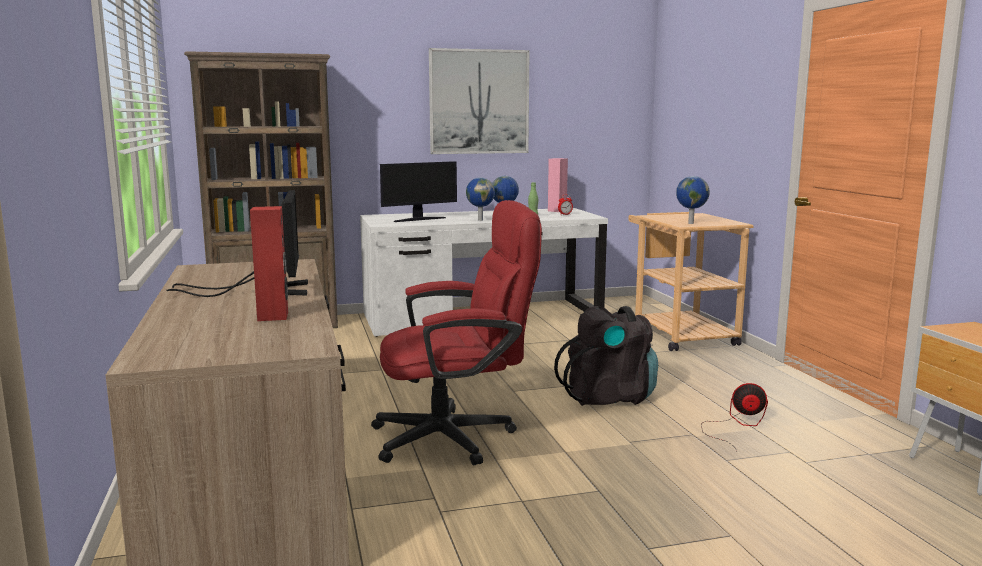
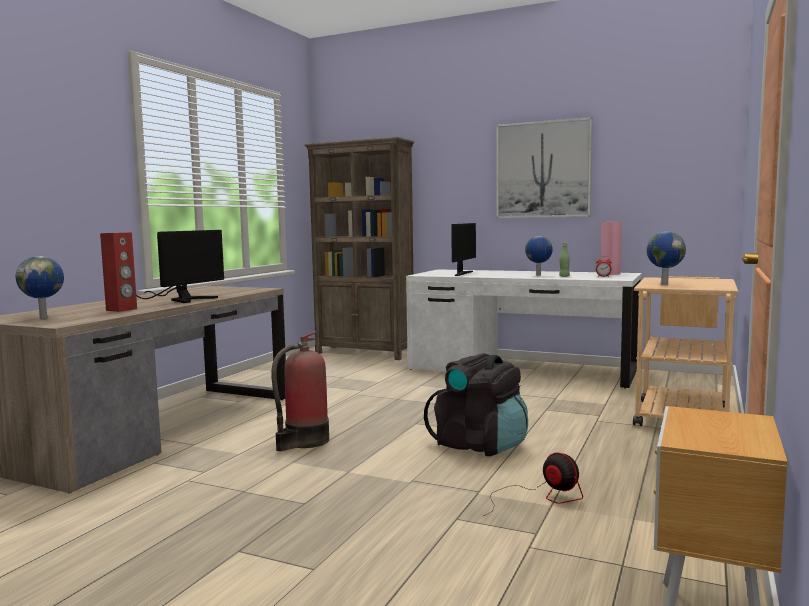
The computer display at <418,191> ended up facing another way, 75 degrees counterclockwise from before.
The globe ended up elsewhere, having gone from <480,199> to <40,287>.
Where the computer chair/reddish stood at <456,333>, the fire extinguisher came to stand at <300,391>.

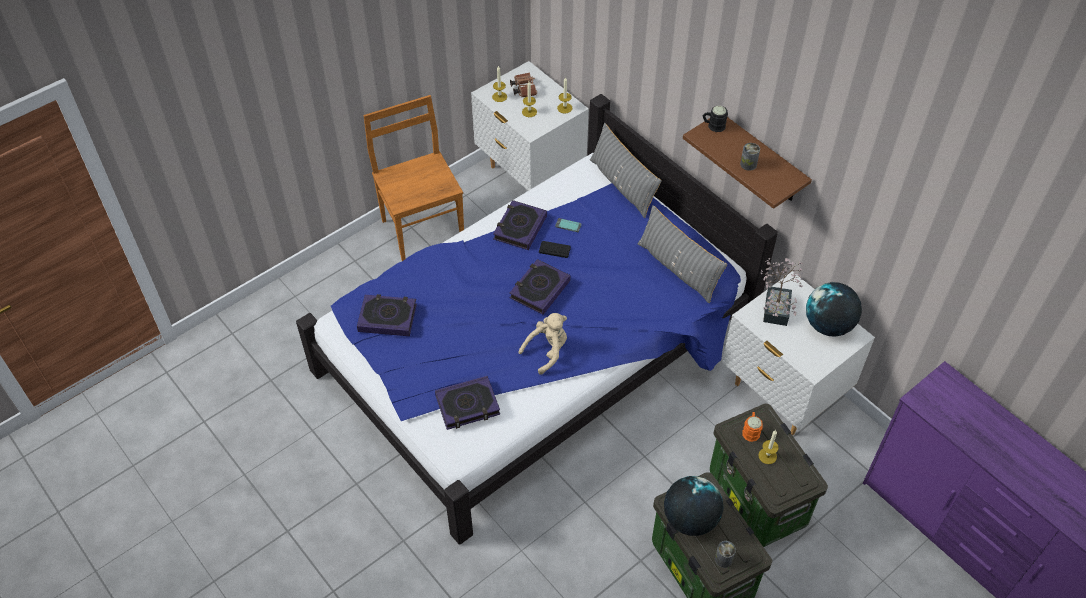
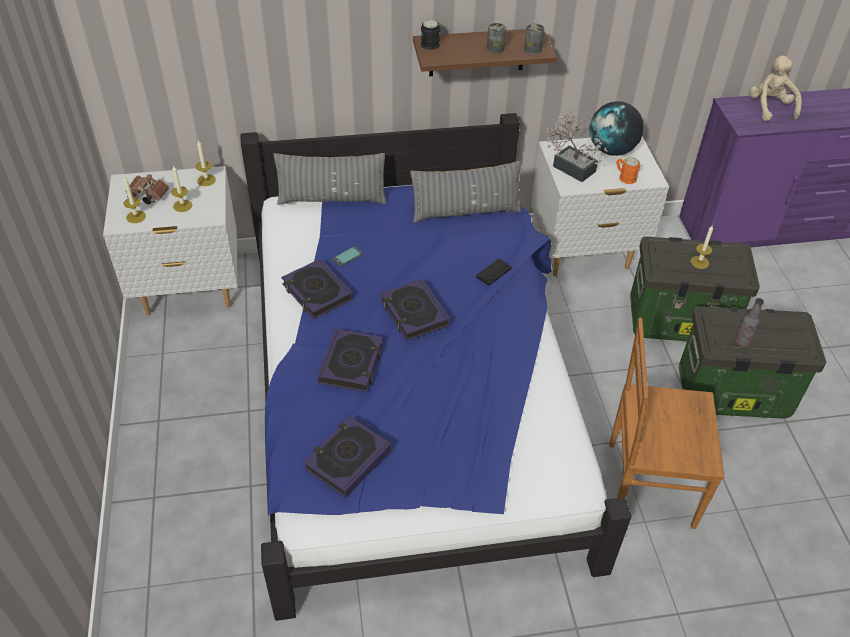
The chair/brownish ended up elsewhere, having gone from <413,178> to <667,423>.
The gamepad/black ended up elsewhere, having gone from <555,249> to <494,272>.
The soft toy/beige-coloured ended up elsewhere, having gone from <542,344> to <775,88>.
The bound book ended up elsewhere, having gone from <467,403> to <350,360>.
The coffee mug/orange-coloured ended up elsewhere, having gone from <752,427> to <628,170>.
Where the globe stood at <693,506>, the bottle came to stand at <749,323>.
The metal can ended up elsewhere, having gone from <725,554> to <534,39>.

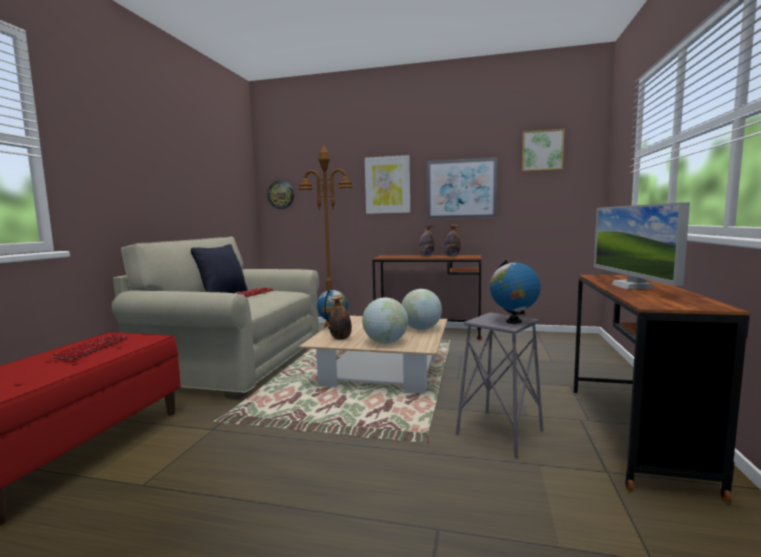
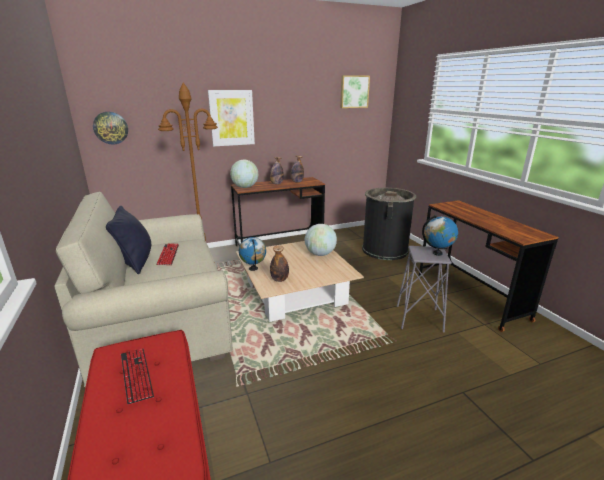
The second view lost the picture at <462,188>.
The second view lost the computer display at <642,245>.
The globe ended up elsewhere, having gone from <385,320> to <244,174>.
The second view gained the rubbish bin/black at <389,224>.

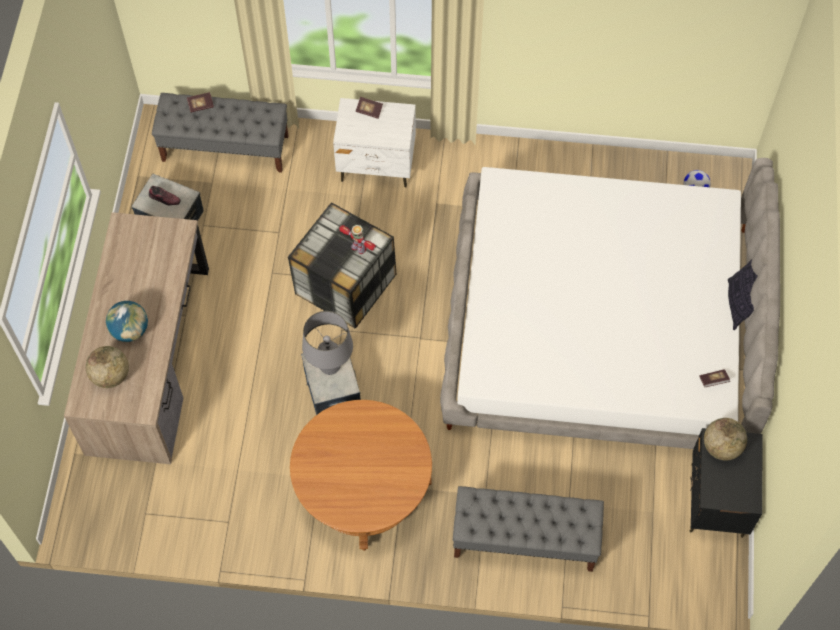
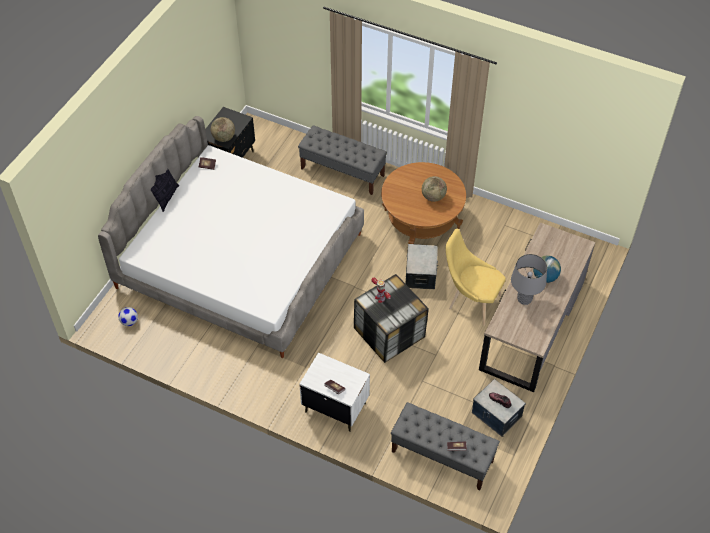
The tabletop lamp/gray ended up elsewhere, having gone from <327,343> to <529,279>.
The globe ended up elsewhere, having gone from <107,367> to <434,189>.
The second view gained the chair/yellow-coloured at <476,277>.

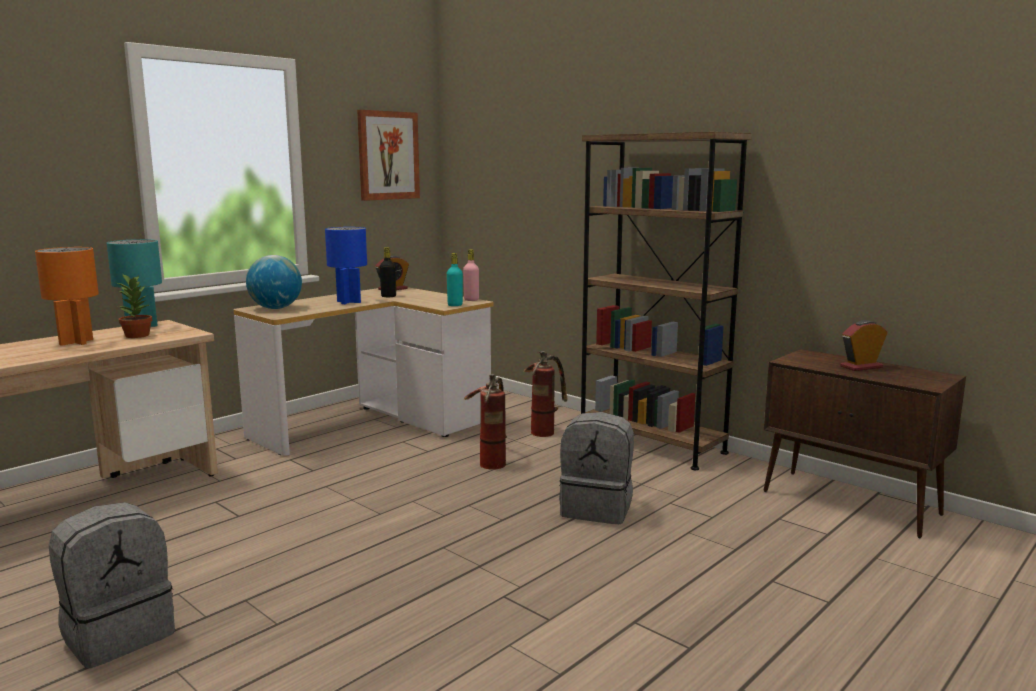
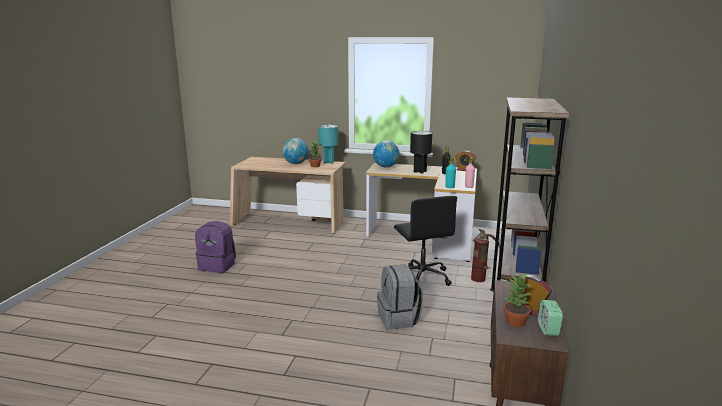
The second view lost the picture at <388,155>.
What was the tabletop lamp/blue-coloured at <346,265> turned into the tabletop lamp/black at <421,152>.
Where the tabletop lamp/orange-coloured stood at <67,296>, the globe came to stand at <296,151>.
Where the fire extinguisher stood at <485,422>, the computer chair/black came to stand at <425,241>.
What was the rucksack/gray at <112,585> turned into the rucksack/purplish at <215,247>.
The second view gained the houseplant at <517,300>.
The second view gained the alarm clock at <550,318>.

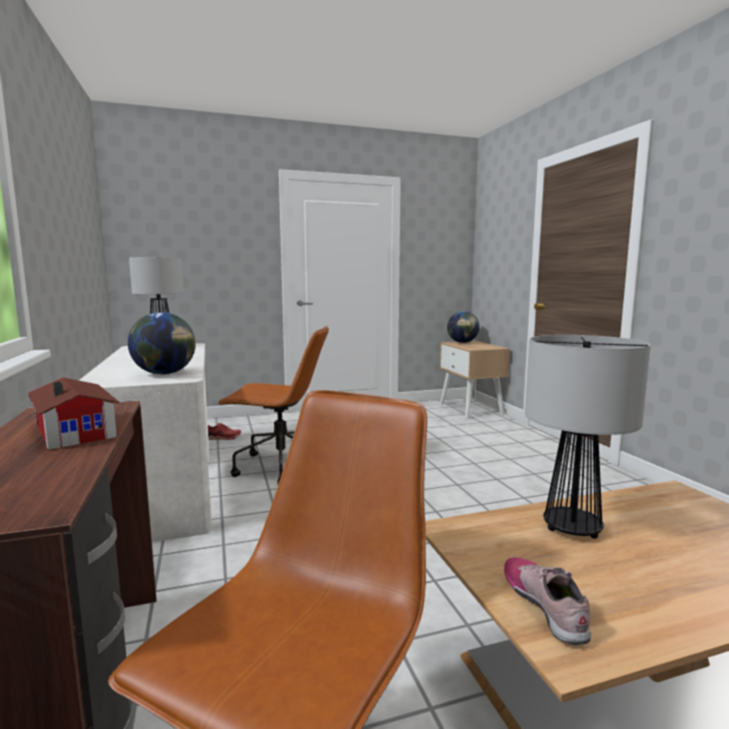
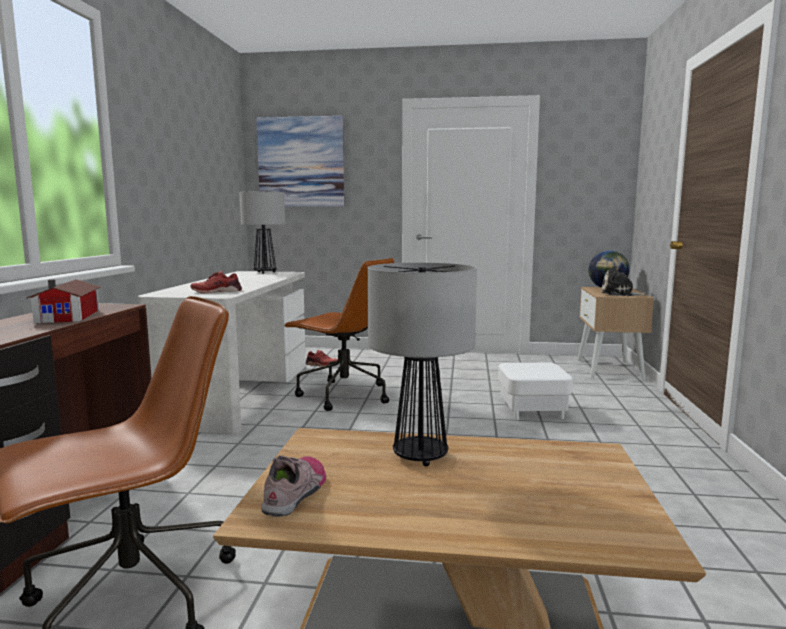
Where the globe stood at <162,343>, the shoe/reddish came to stand at <216,282>.
The second view gained the picture at <300,161>.
The second view gained the soft toy at <624,281>.
The second view gained the pouffe/white at <535,391>.

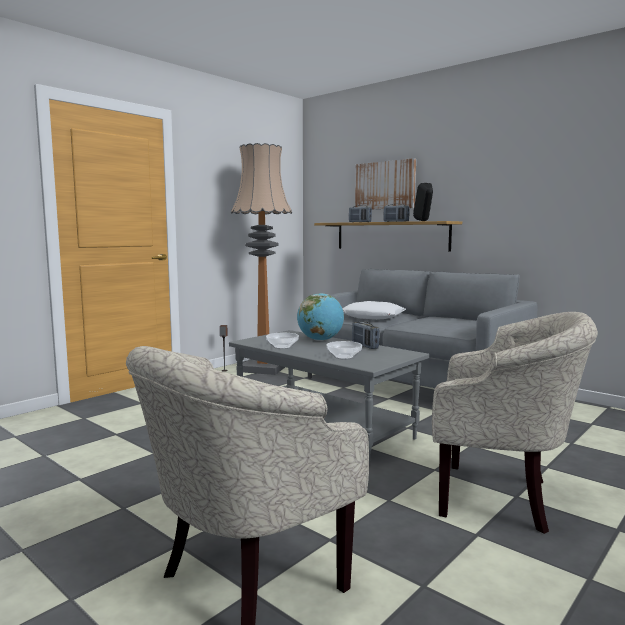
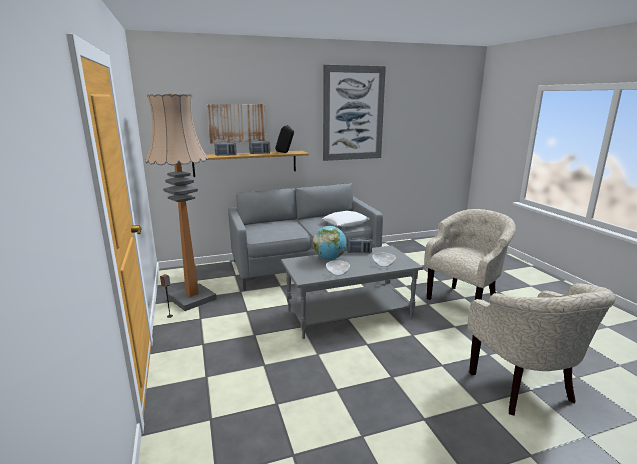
The throw pillow/white ended up elsewhere, having gone from <374,310> to <346,219>.
The second view gained the picture at <354,113>.

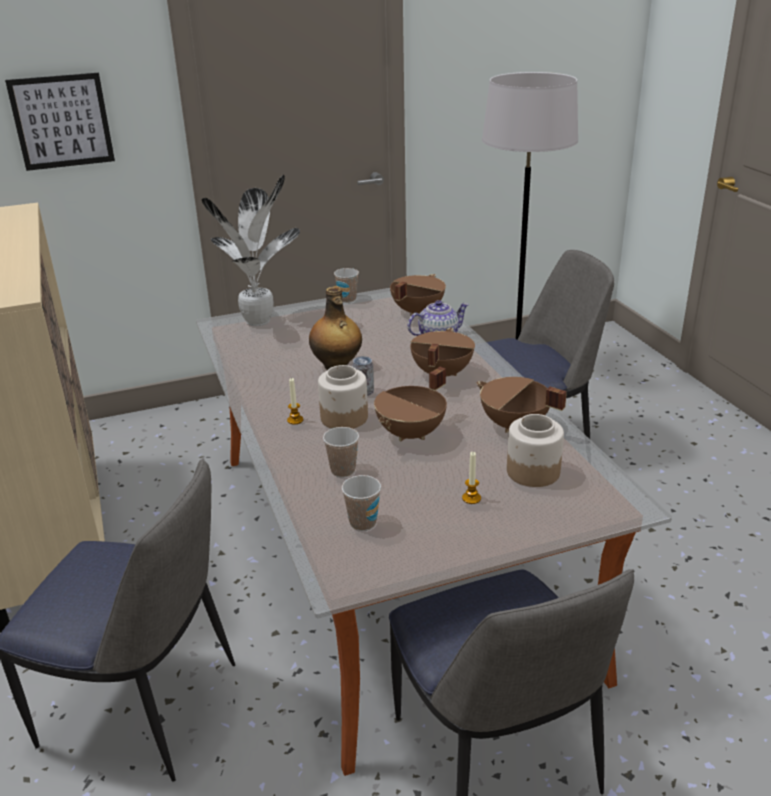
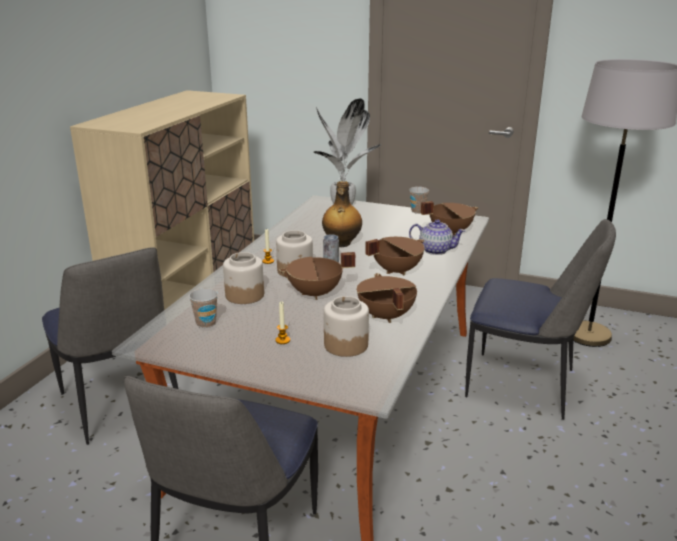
The second view lost the picture at <60,122>.
Where the small cup stood at <341,452>, the jar came to stand at <243,278>.

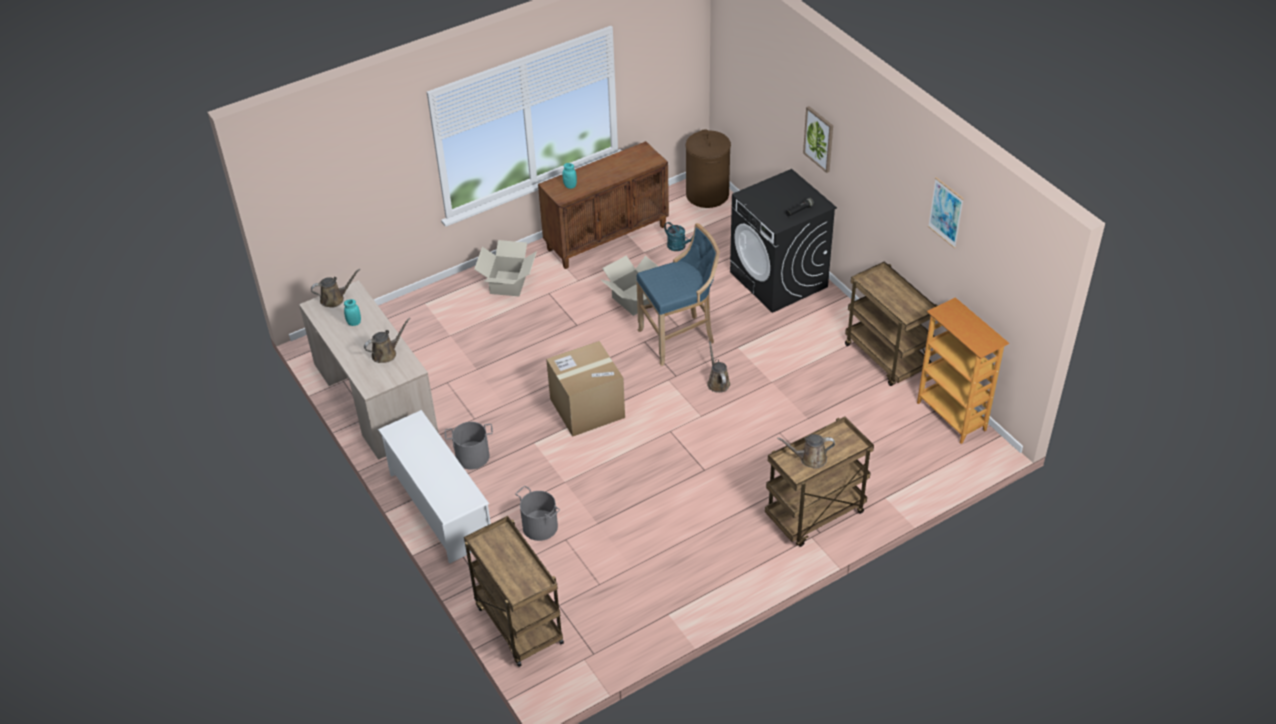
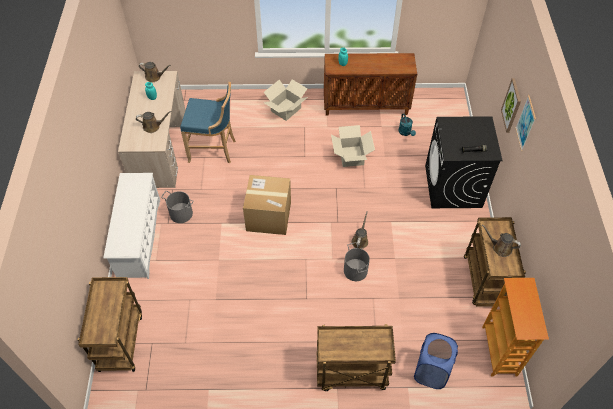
The second view lost the washing basket/brownish at <708,168>.
The picture ended up elsewhere, having gone from <946,212> to <525,123>.
The stool seat/blue-coloured ended up elsewhere, having gone from <678,294> to <208,122>.
The watering pot/brownish ended up elsewhere, having gone from <806,451> to <501,240>.
The water bucket/gray ended up elsewhere, having gone from <537,513> to <357,261>.
The second view gained the washing basket/blue-coloured at <436,361>.

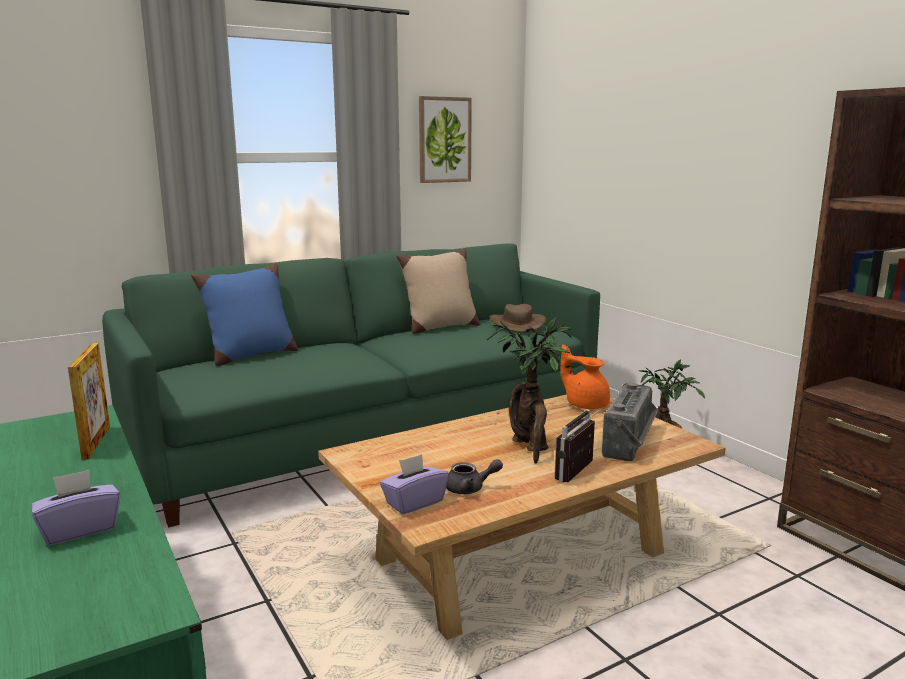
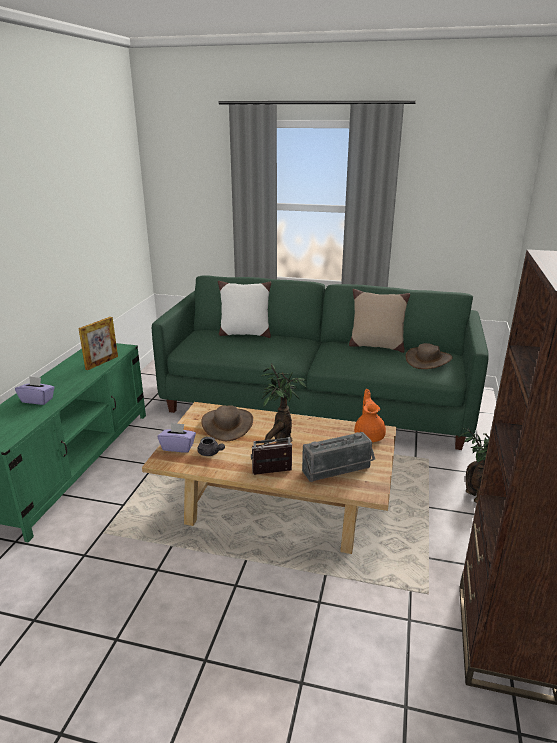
The second view lost the picture at <445,139>.
What was the throw pillow/blue-coloured at <244,314> turned into the throw pillow/white at <244,309>.
The second view gained the clothing hat/brownish at <227,423>.

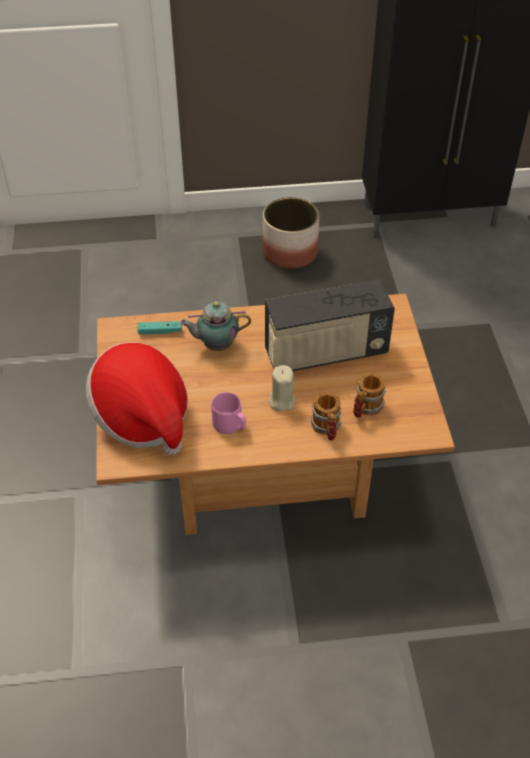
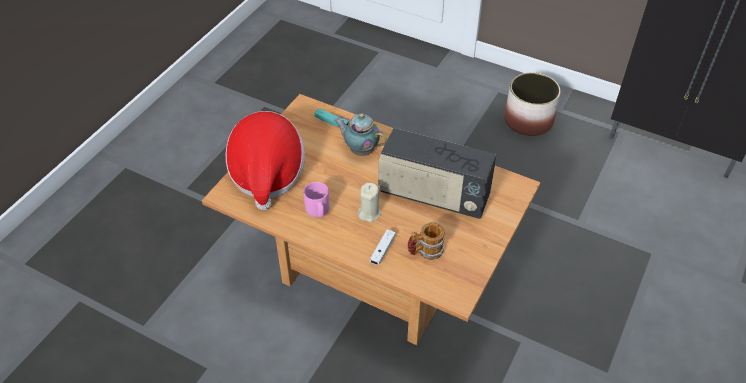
Where the coffee mug stood at <326,416>, the gamepad/white came to stand at <383,247>.

